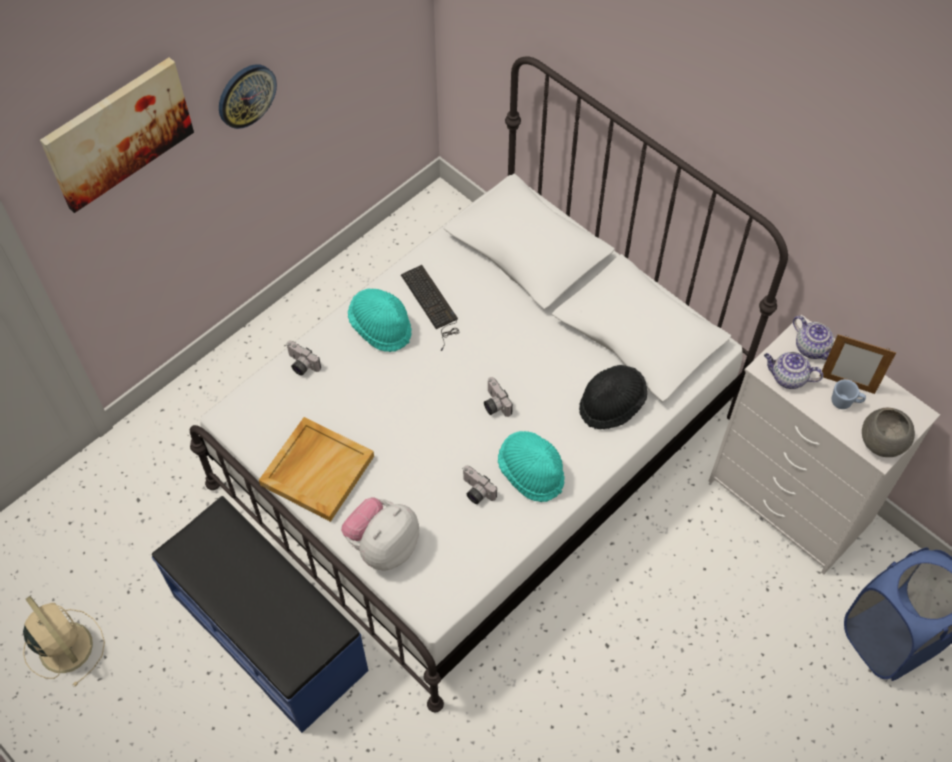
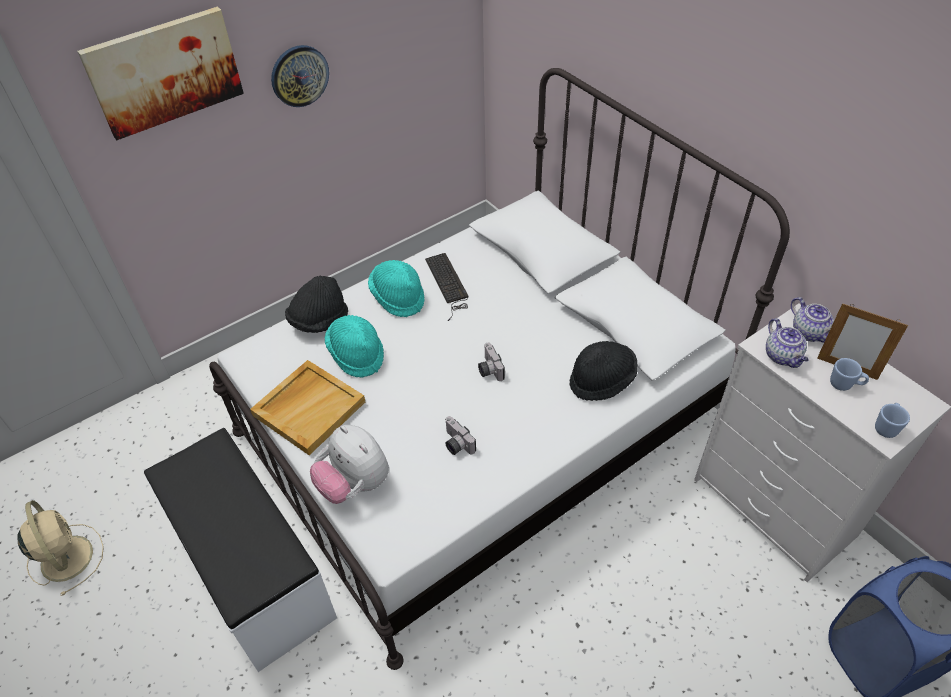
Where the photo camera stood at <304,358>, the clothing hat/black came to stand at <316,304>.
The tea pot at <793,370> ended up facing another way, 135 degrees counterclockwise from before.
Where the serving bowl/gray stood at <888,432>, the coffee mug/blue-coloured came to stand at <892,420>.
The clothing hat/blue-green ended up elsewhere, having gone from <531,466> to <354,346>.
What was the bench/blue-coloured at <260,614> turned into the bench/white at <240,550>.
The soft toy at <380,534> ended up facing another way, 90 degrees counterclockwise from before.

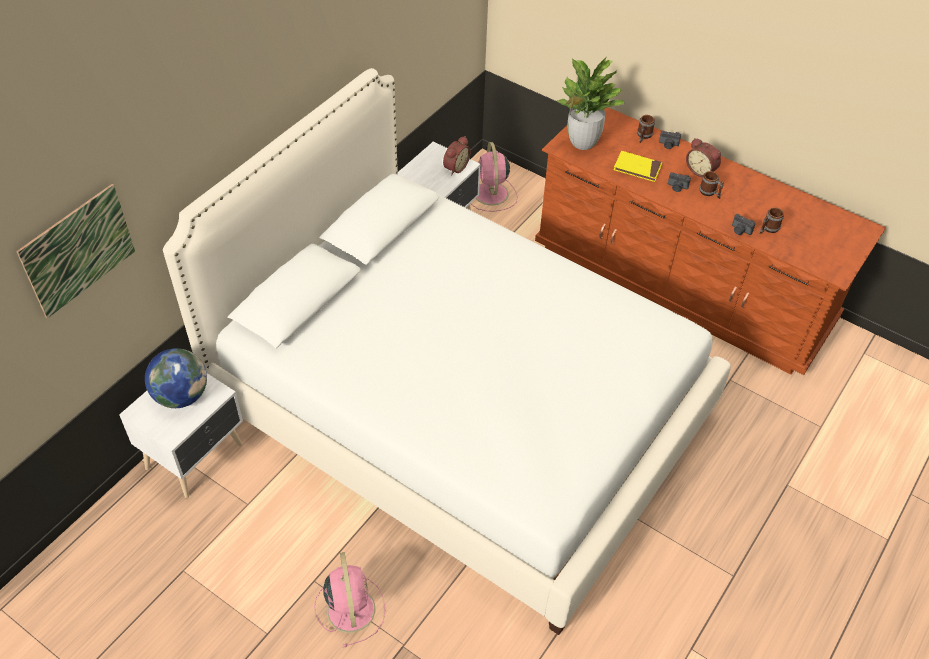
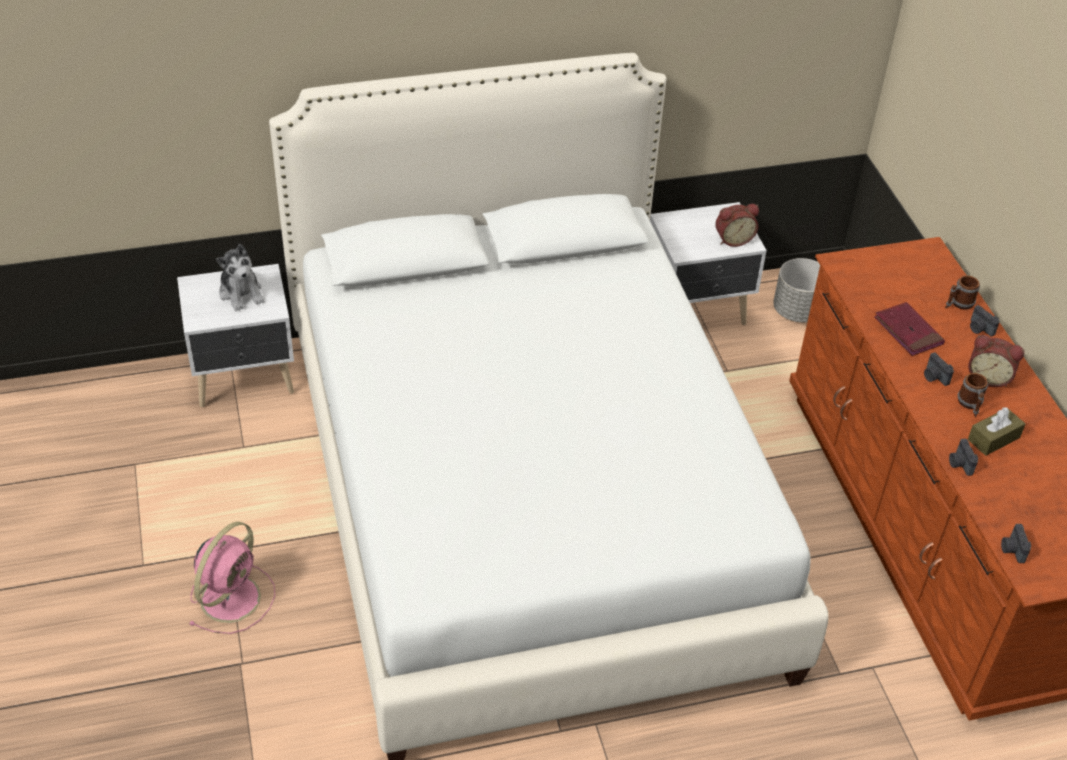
The second view lost the houseplant at <590,103>.
The alarm clock at <703,157> ended up facing another way, 60 degrees counterclockwise from before.
Where the cooling fan/pink stood at <494,176>, the flower pot/gray came to stand at <796,290>.
What was the bound book/yellow-coloured at <637,166> turned into the bound book/reddish at <909,329>.
The second view lost the picture at <75,251>.
The second view lost the coffee mug at <772,220>.
Where the globe stood at <176,378>, the soft toy came to stand at <240,277>.
The second view gained the box of tissues/brownish at <997,431>.
The second view gained the photo camera at <1016,543>.

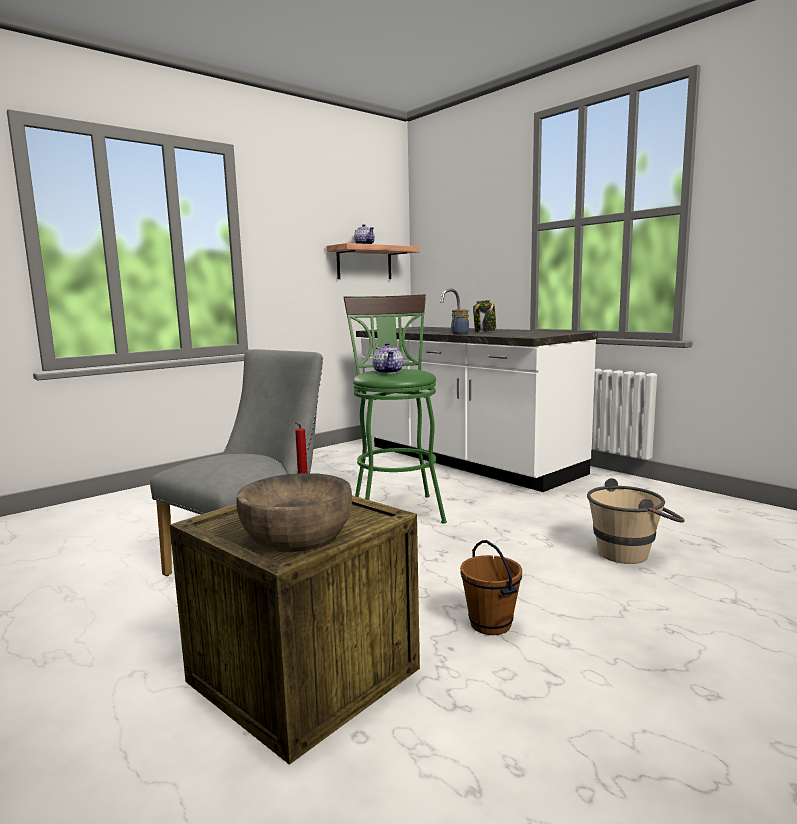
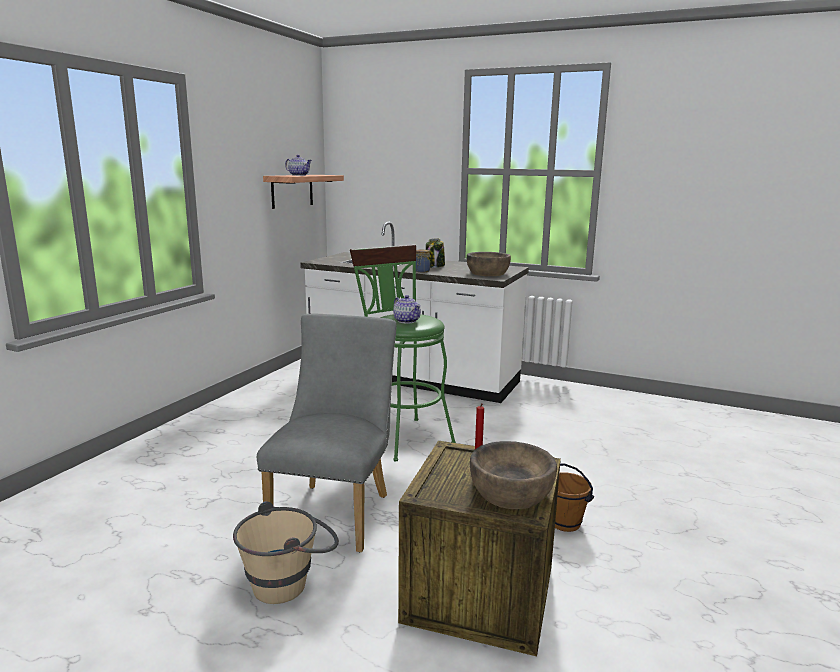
The water bucket/beige-coloured ended up elsewhere, having gone from <636,521> to <286,552>.
The second view gained the serving bowl/brownish at <489,264>.

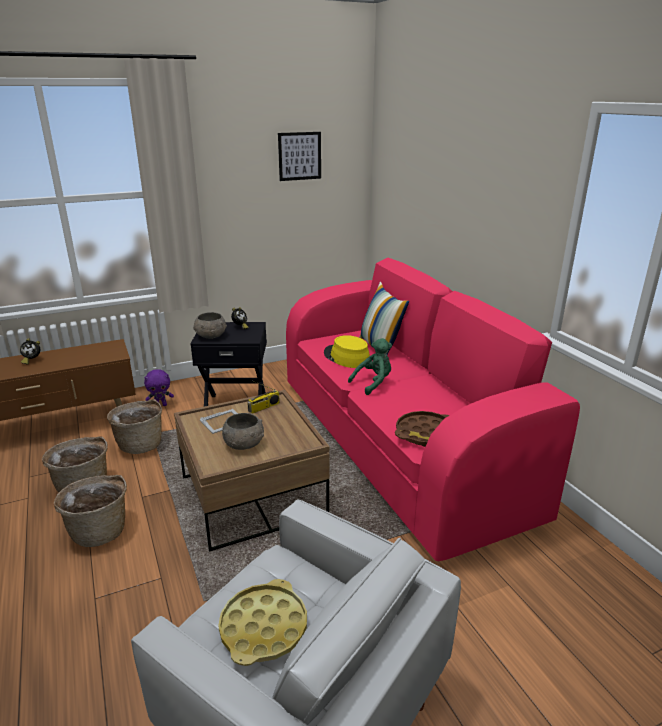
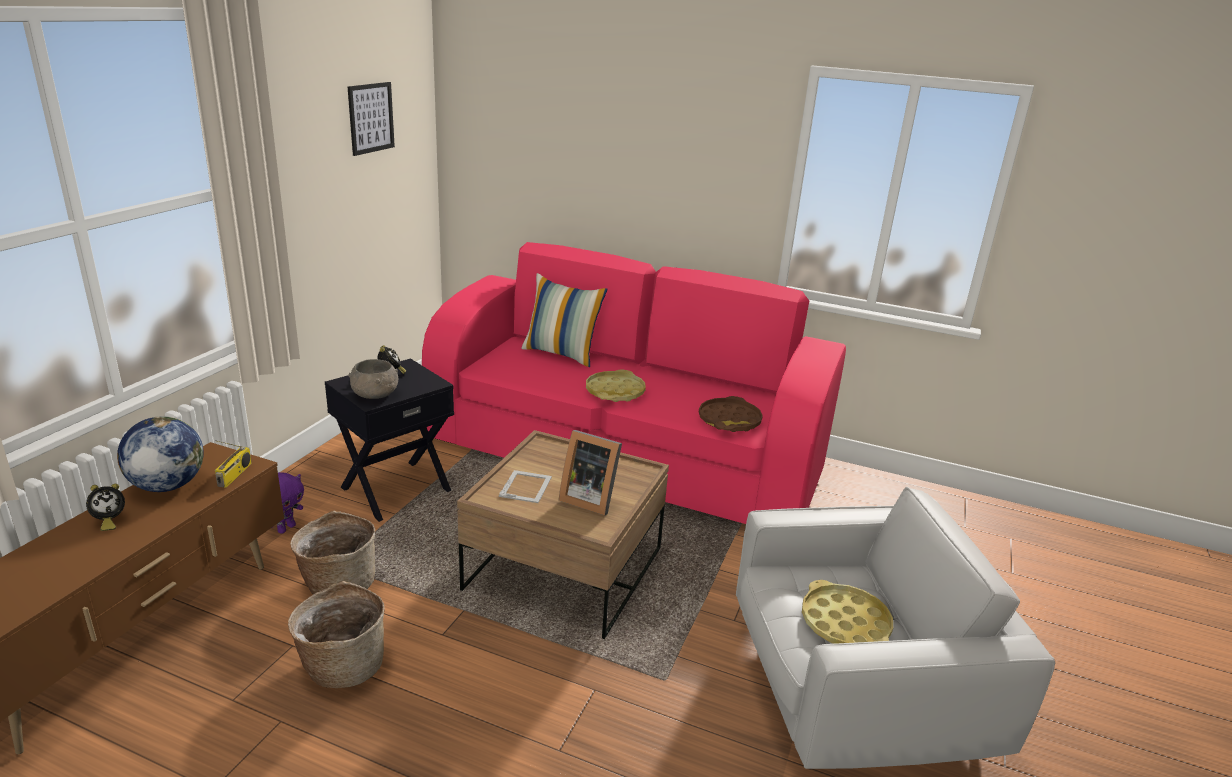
The second view lost the clothing hat/yellow-coloured at <347,351>.
Where the soft toy/green stood at <370,366>, the carrying tray/yellow-coloured came to stand at <616,385>.
The radio ended up elsewhere, having gone from <263,397> to <233,464>.
Where the serving bowl/gray stood at <243,431>, the photo frame came to stand at <590,472>.
The second view lost the storage basket at <90,511>.
The second view gained the globe at <160,454>.

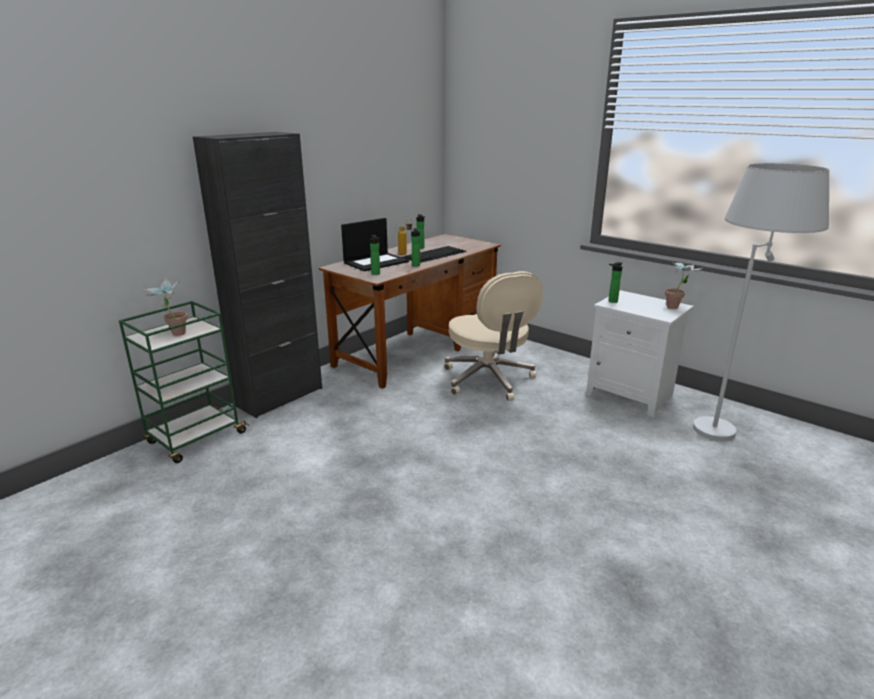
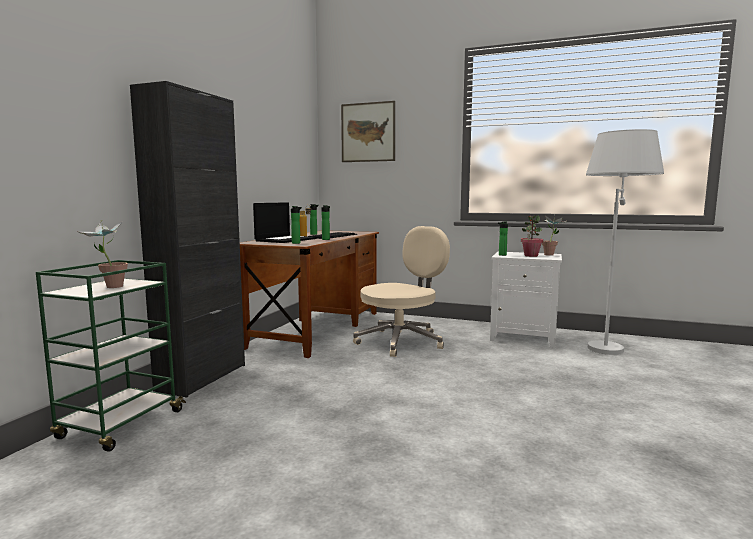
The computer chair/beige-coloured at <493,336> ended up facing another way, 90 degrees counterclockwise from before.
The second view gained the picture at <368,131>.
The second view gained the houseplant at <532,236>.

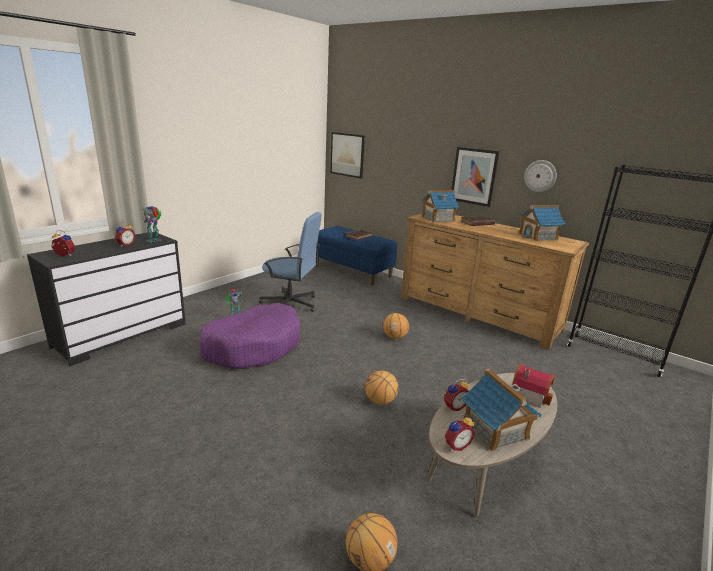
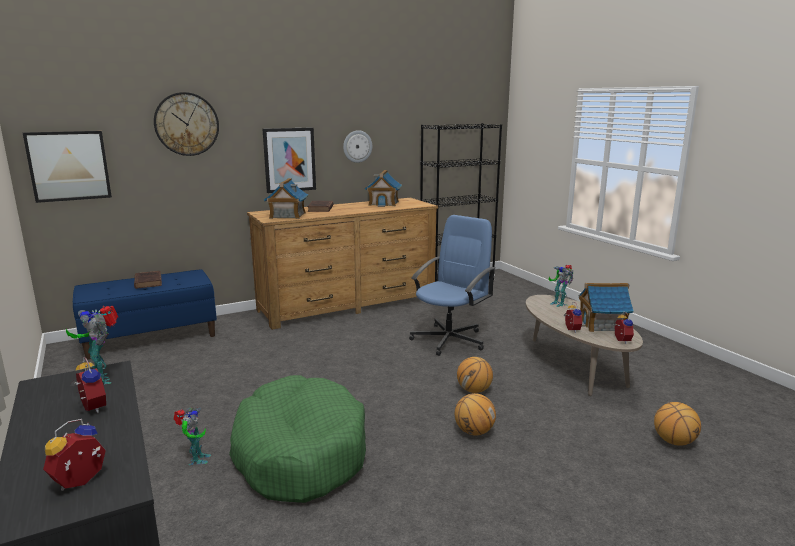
The computer chair/blue-coloured ended up elsewhere, having gone from <290,262> to <452,285>.
What was the pet bed/purplish at <249,336> turned into the pet bed/green at <297,439>.
The ball for basketball ended up elsewhere, having gone from <396,326> to <475,414>.
Where the toy house stood at <533,386>, the robot figure came to stand at <561,286>.
The second view gained the clock on the wall at <186,124>.

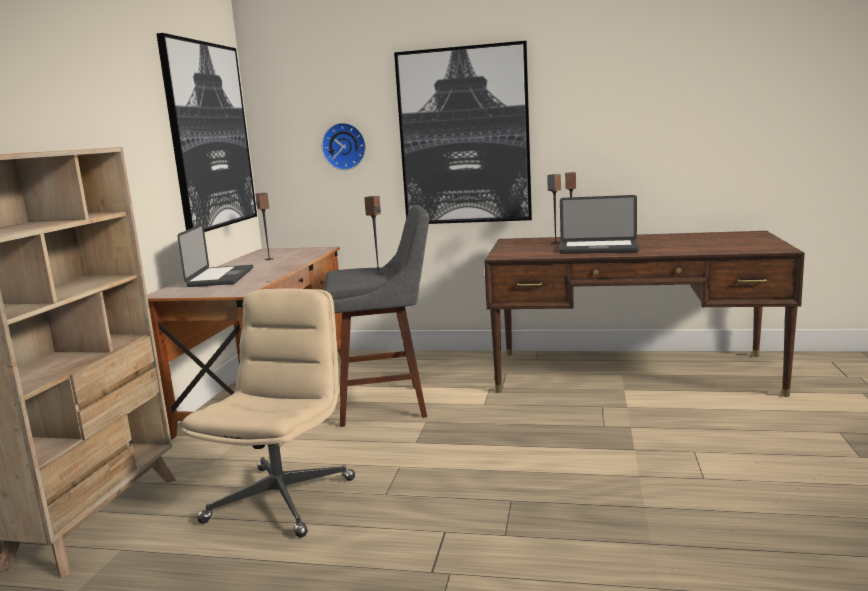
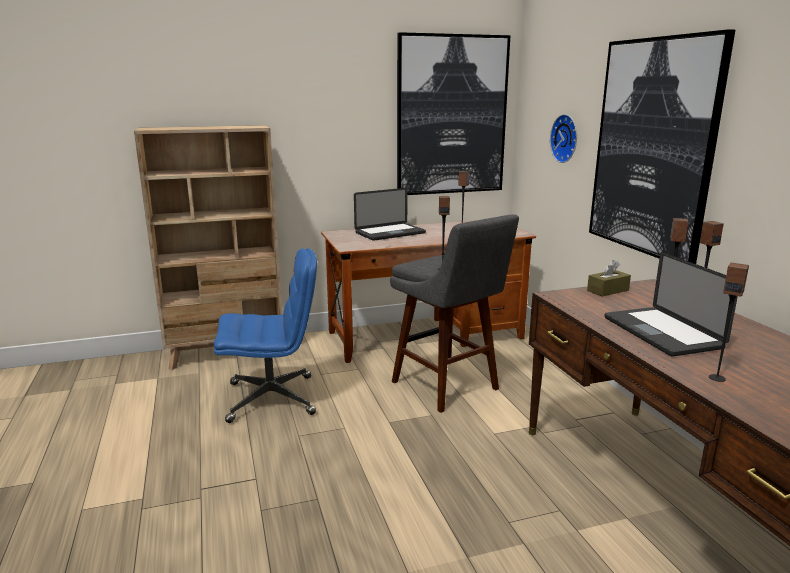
What was the computer chair/beige-coloured at <268,413> turned into the computer chair/blue-coloured at <265,335>.
The second view gained the box of tissues/brownish at <609,278>.
The second view gained the audio speaker at <729,322>.

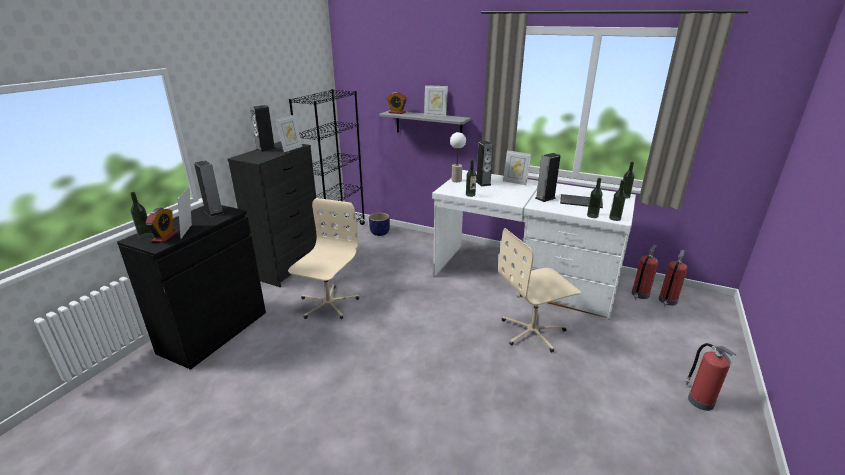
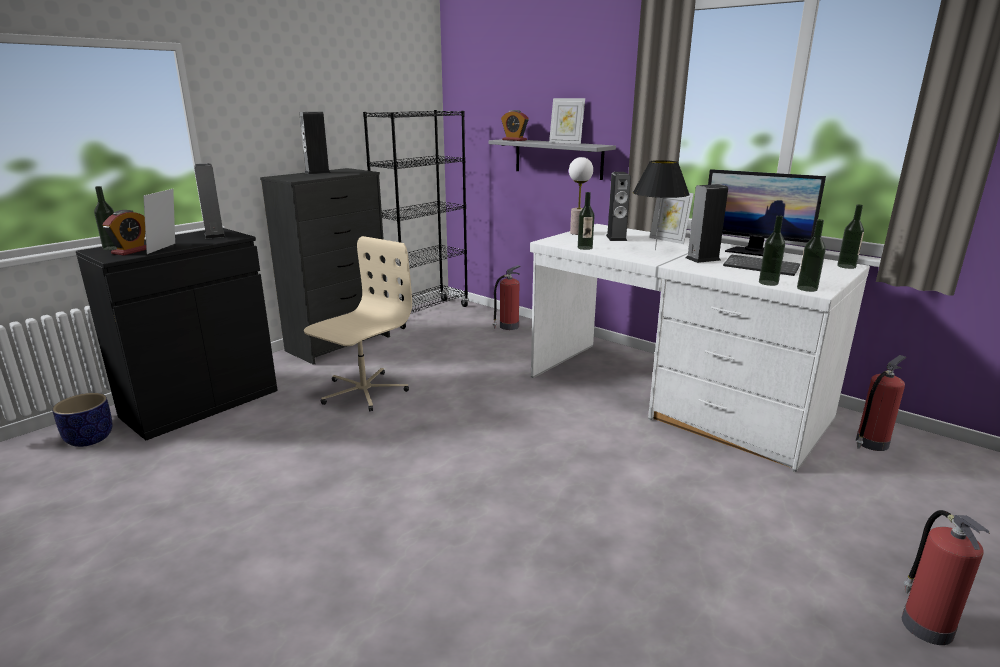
The second view lost the photo frame at <288,133>.
The flower pot ended up elsewhere, having gone from <379,224> to <82,420>.
The second view lost the computer chair/beige-coloured at <539,290>.
The fire extinguisher ended up elsewhere, having gone from <673,278> to <507,297>.
The second view gained the tabletop lamp/black at <661,205>.
The second view gained the computer display at <767,212>.

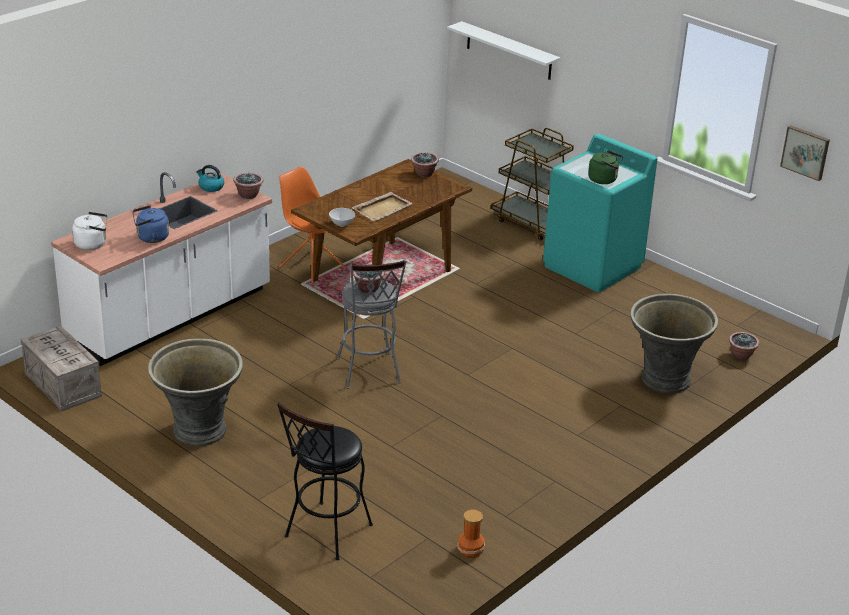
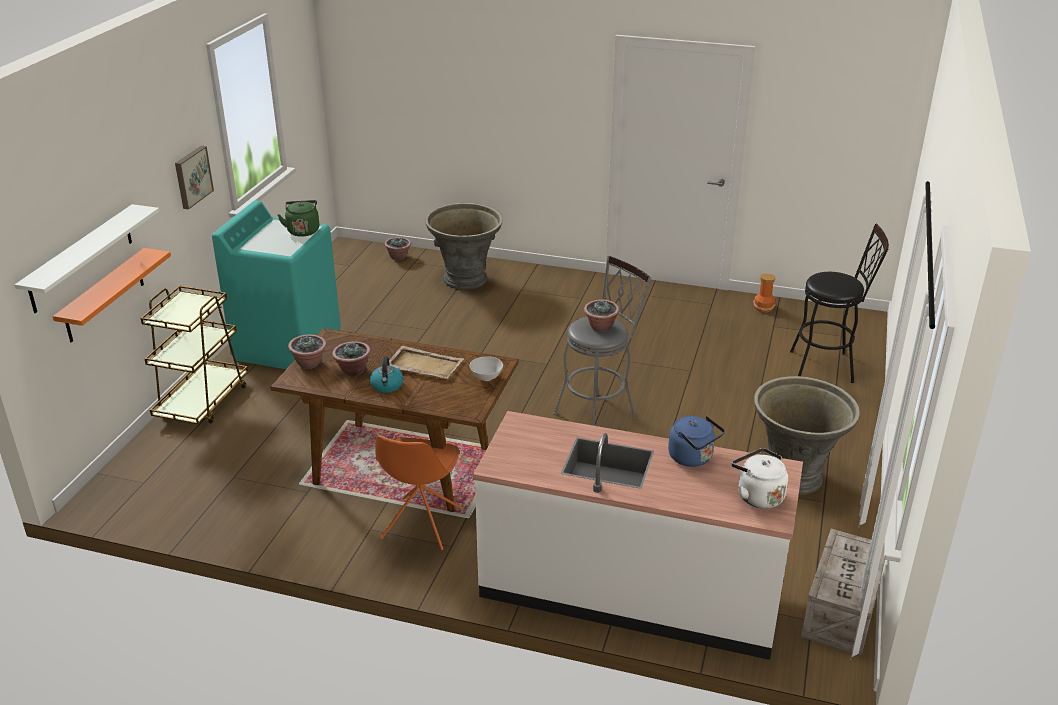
The picture ended up elsewhere, having gone from <805,153> to <194,178>.
The water kettle ended up elsewhere, having gone from <210,178> to <387,374>.
The houseplant ended up elsewhere, having gone from <248,186> to <351,358>.
The second view gained the bracket shelf/orange-coloured at <112,295>.

